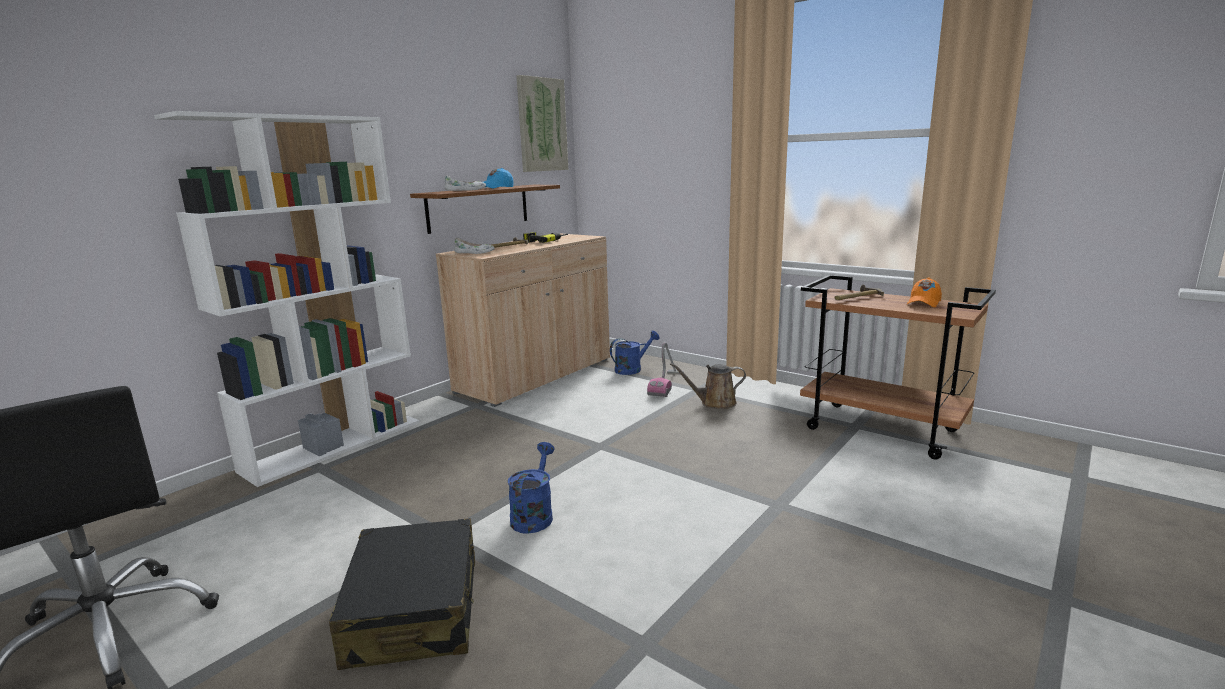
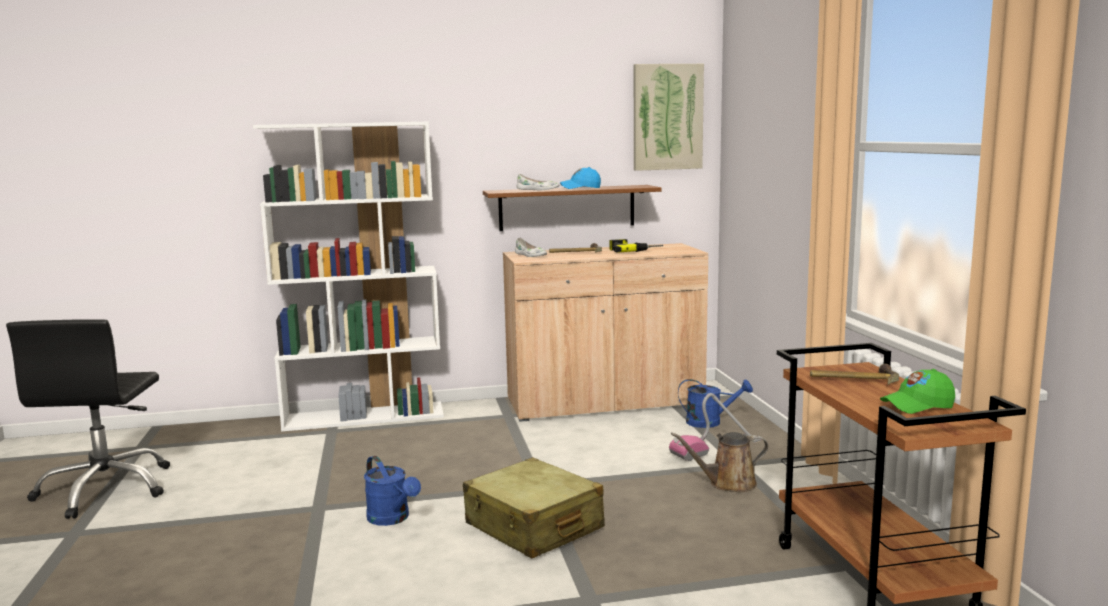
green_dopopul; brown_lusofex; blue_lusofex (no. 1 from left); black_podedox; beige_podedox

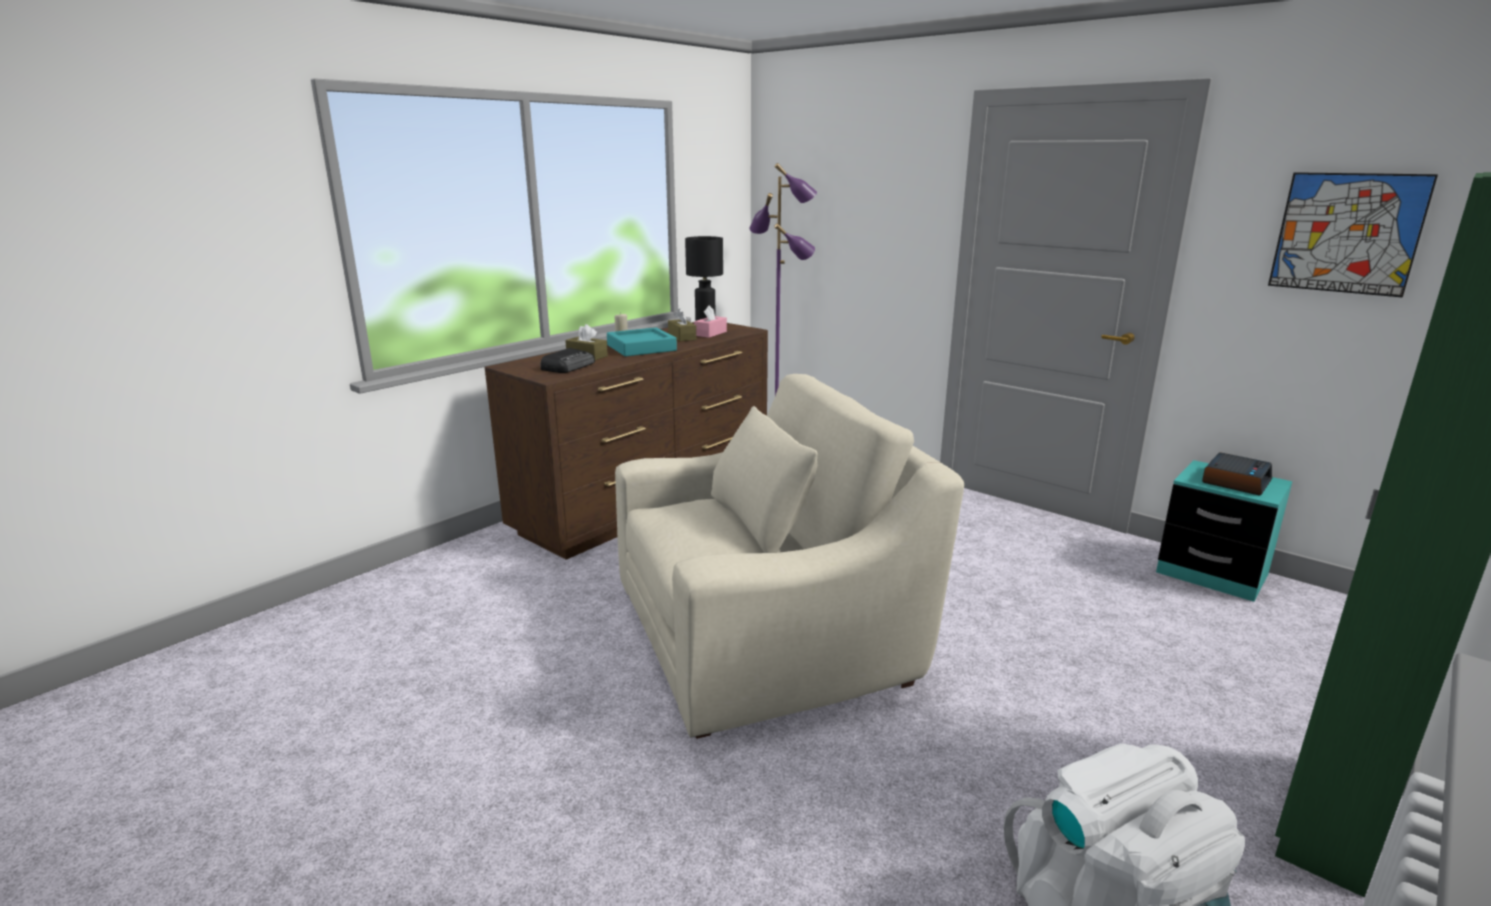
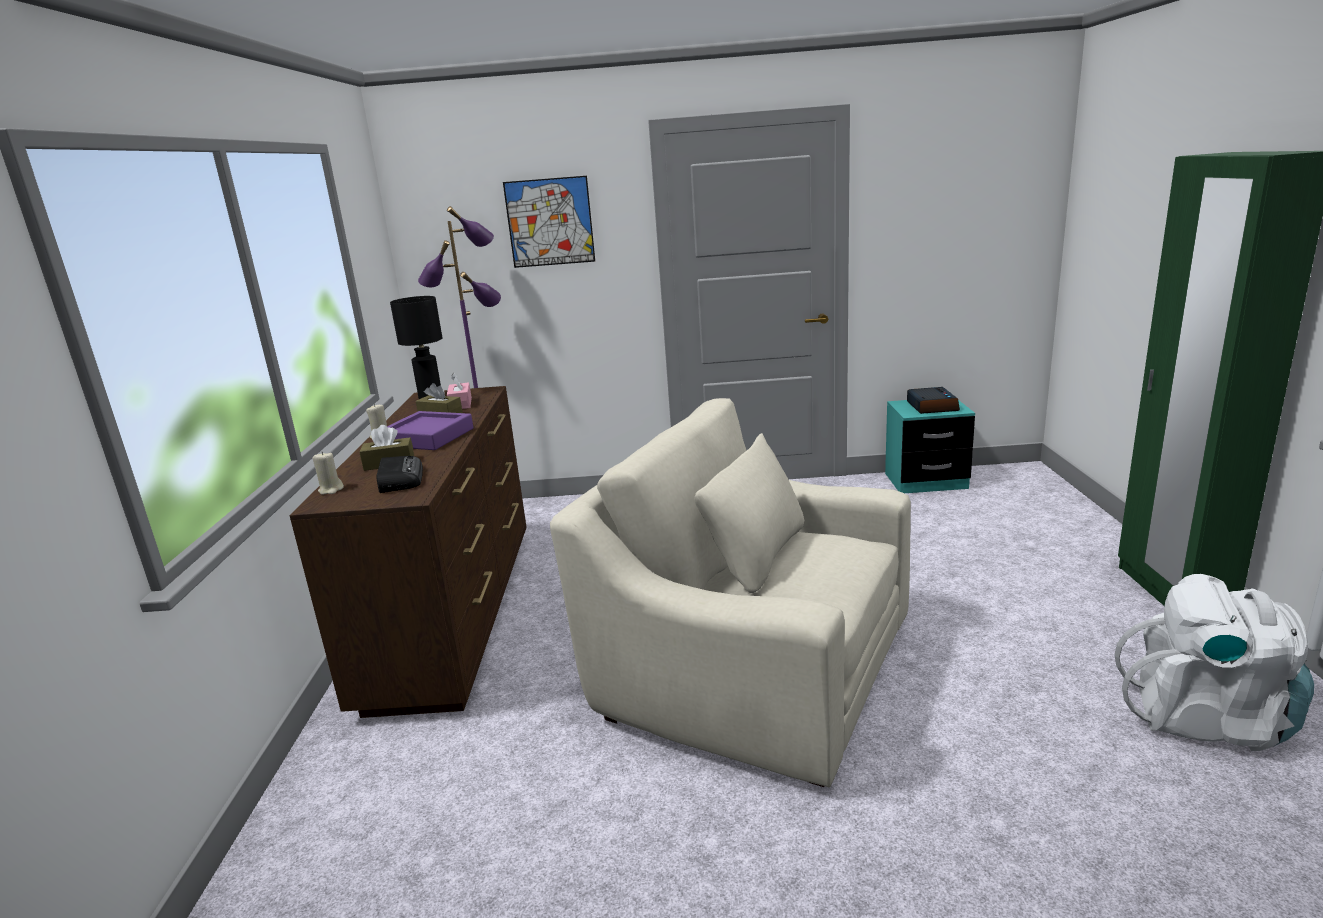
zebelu; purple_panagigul; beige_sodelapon; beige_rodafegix (no. 1 from left)

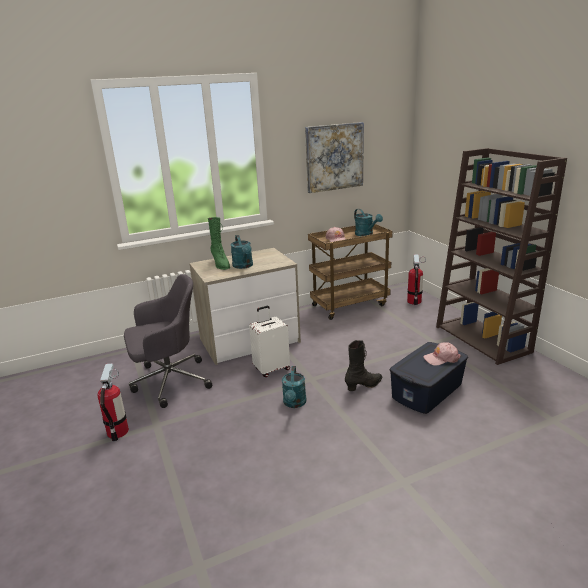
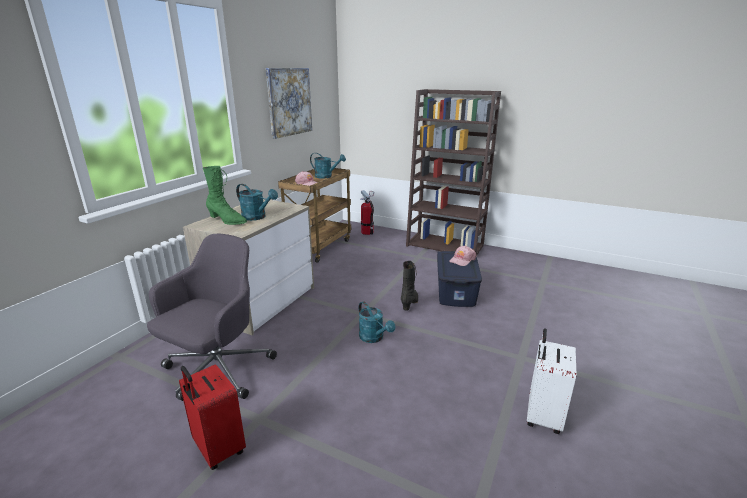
white_podedox; red_podedox

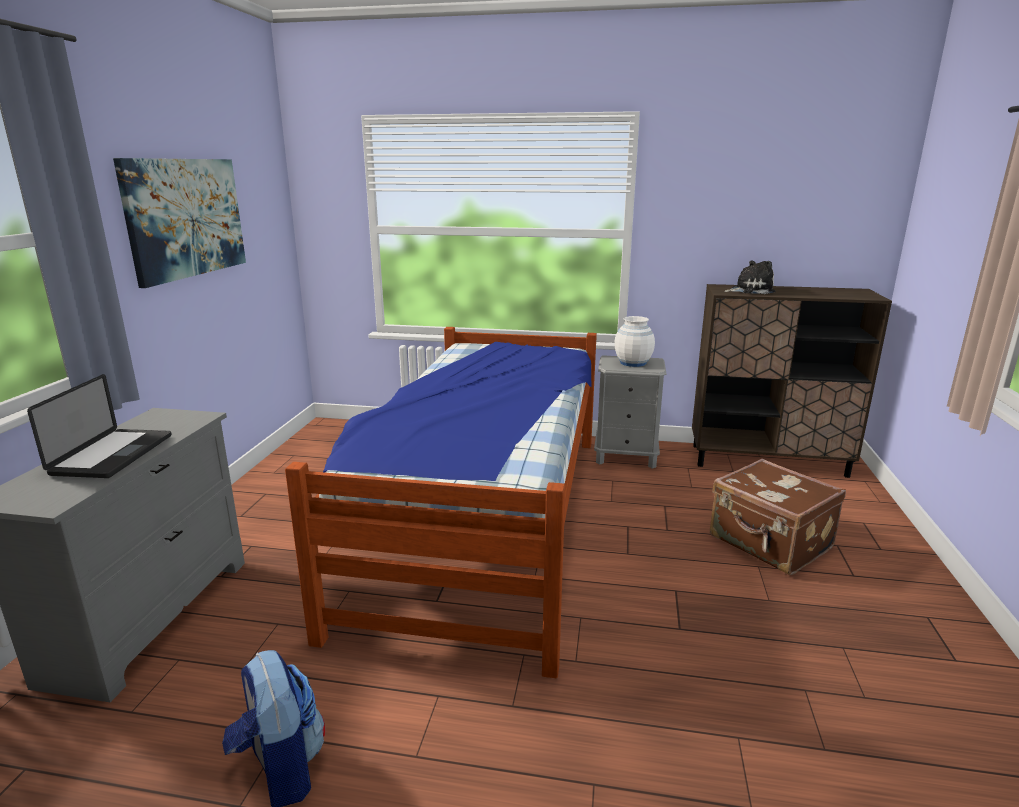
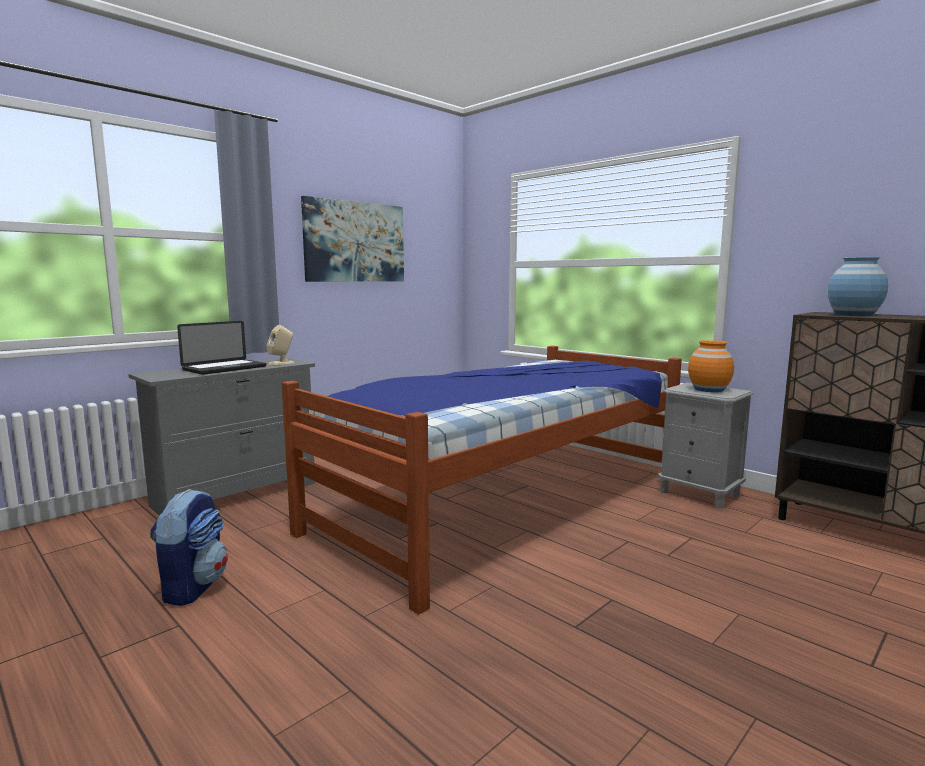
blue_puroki; orange_puroki; brown_podedox; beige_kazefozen

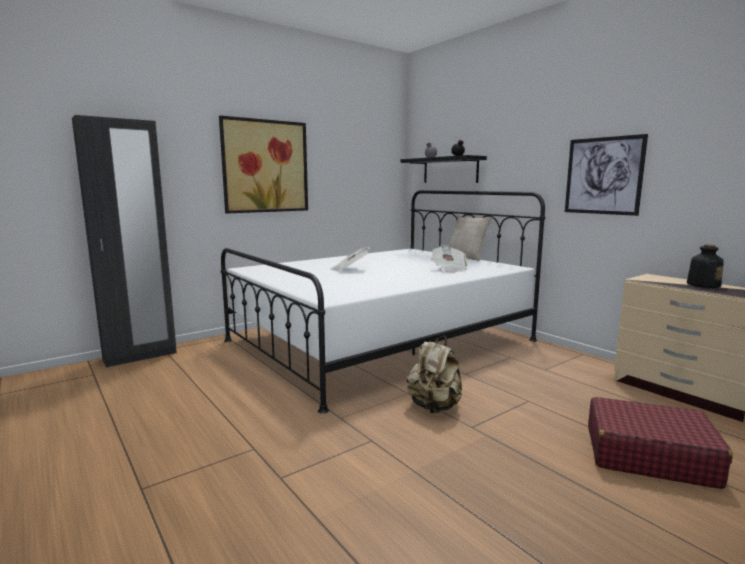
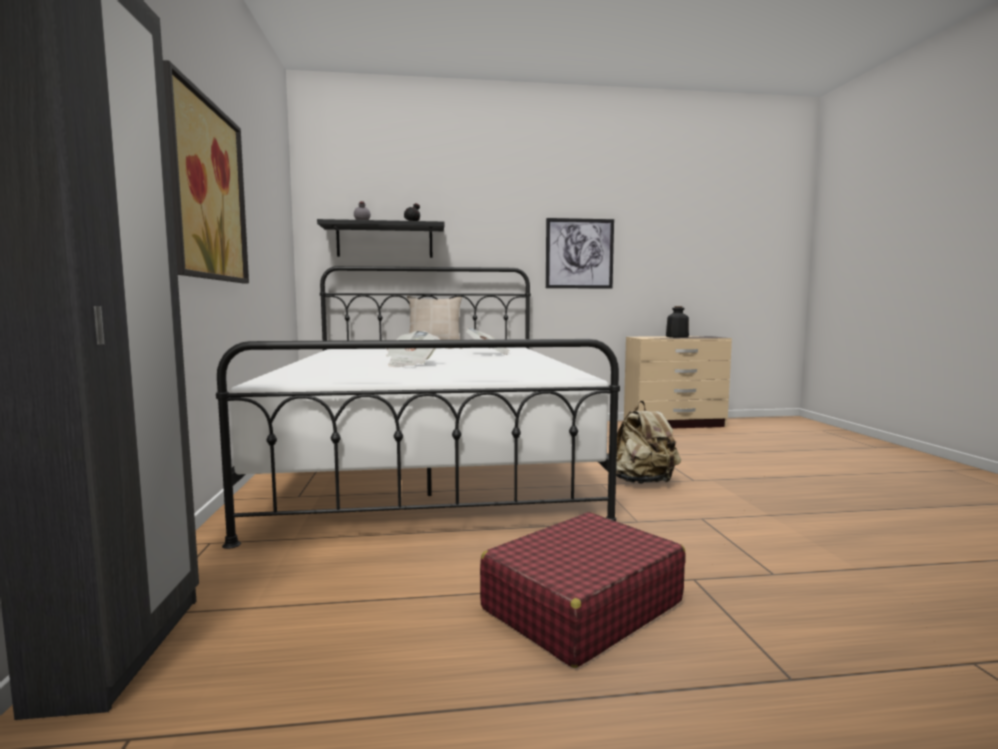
red_podedox

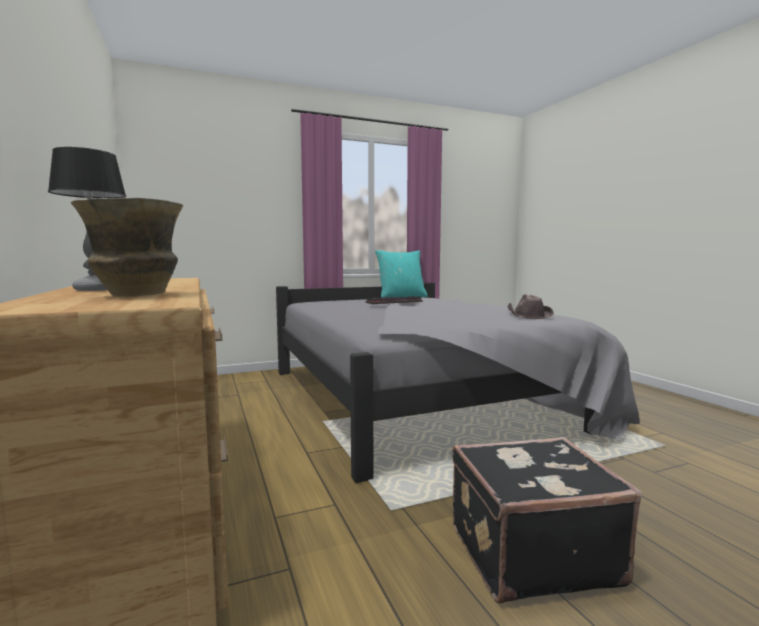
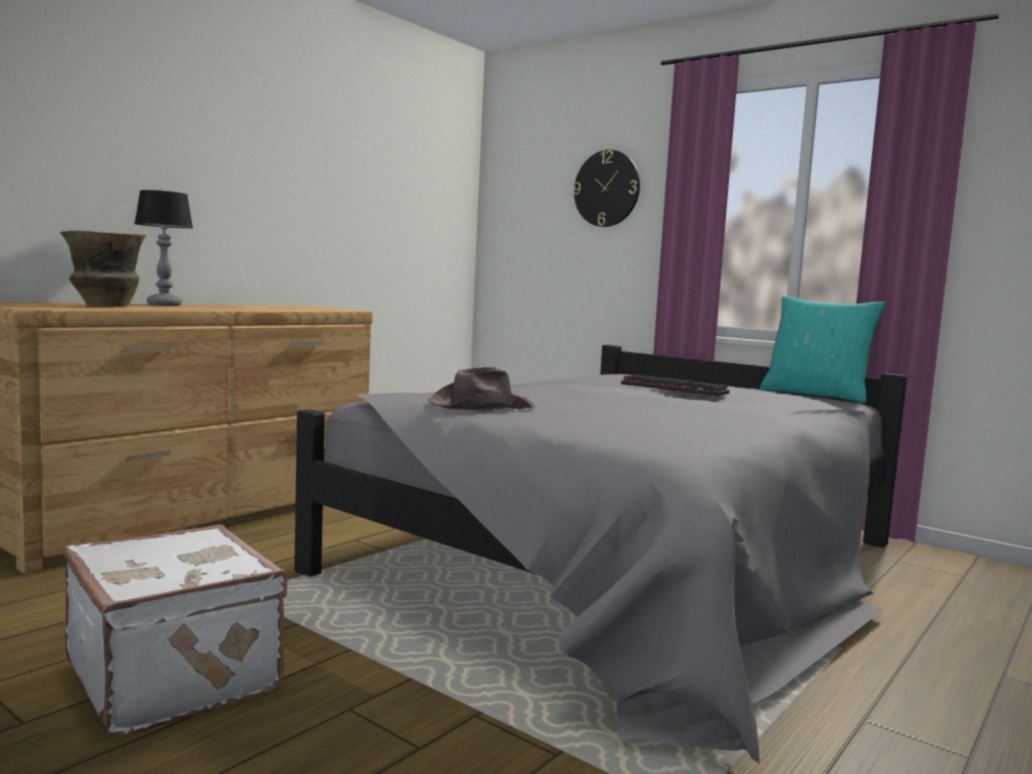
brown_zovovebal; white_podedox; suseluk

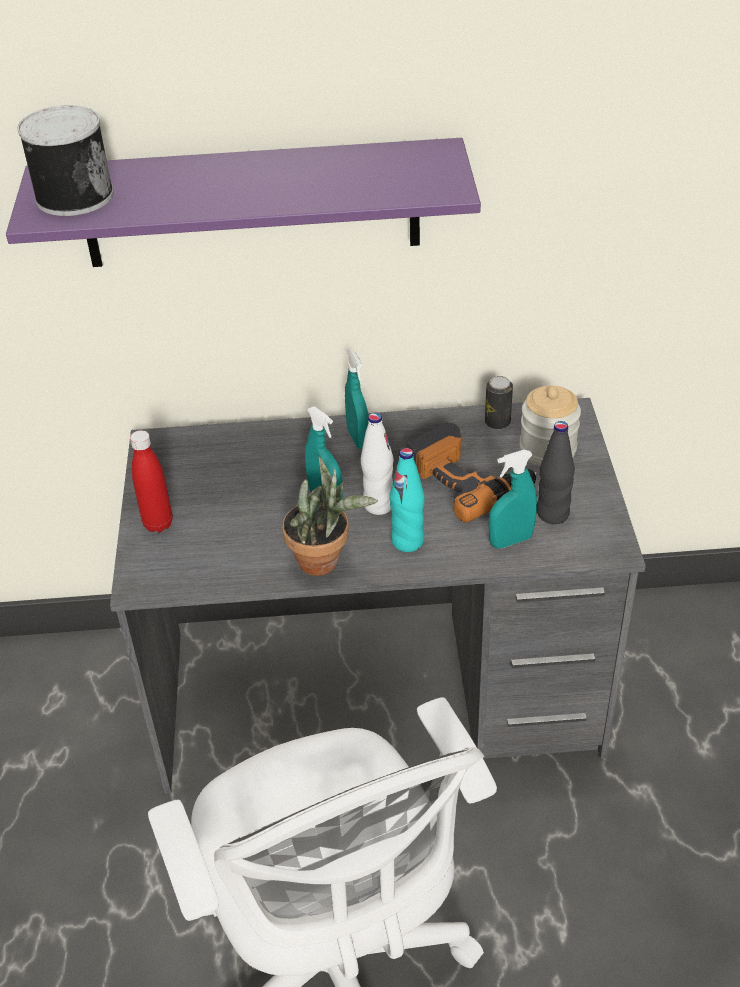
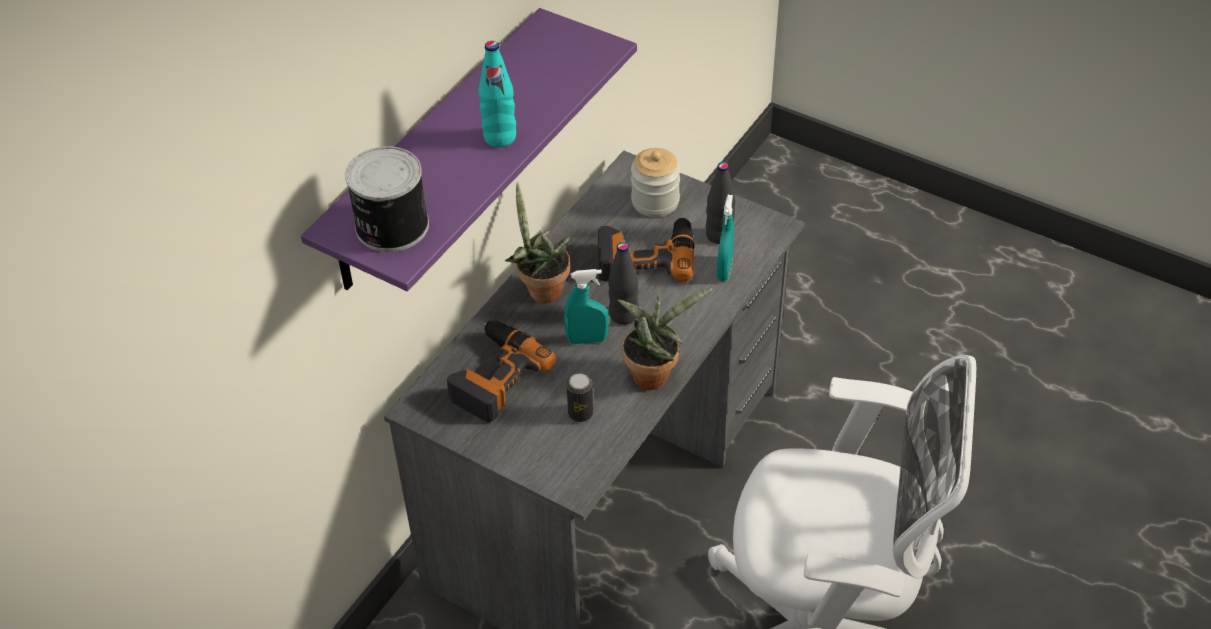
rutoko (no. 1 from left); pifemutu (no. 2 from left); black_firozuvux (no. 1 from left); red_firozuvux; turquoise_firozuvux; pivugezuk (no. 1 from left)

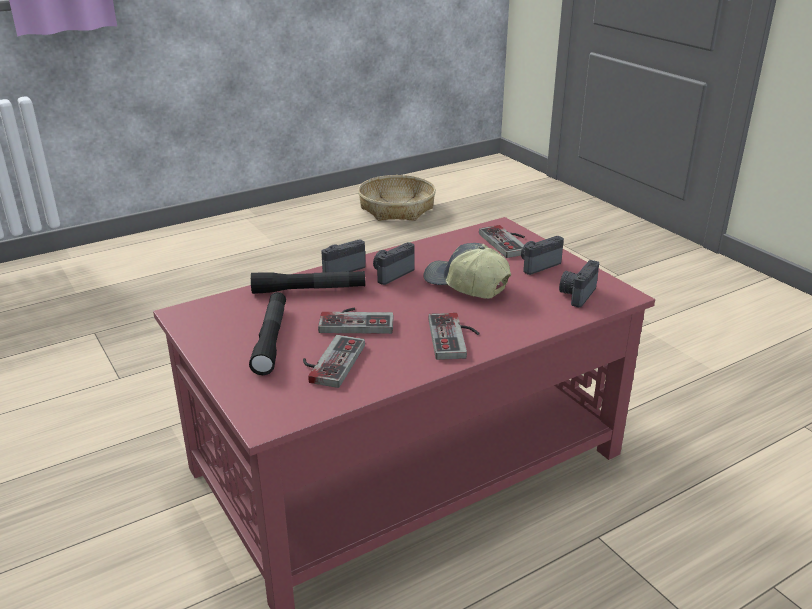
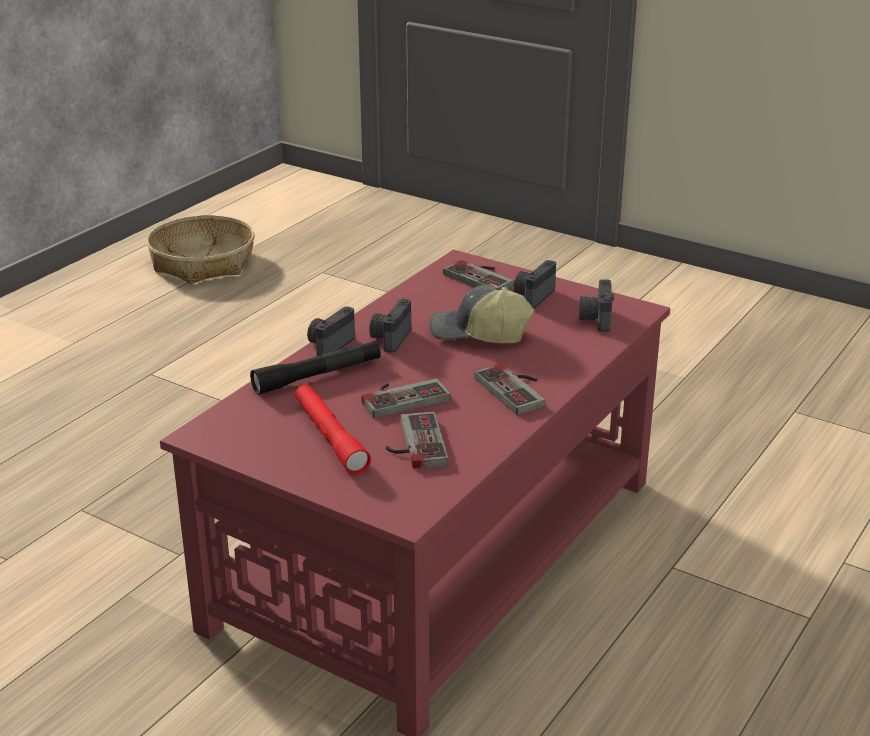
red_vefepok

